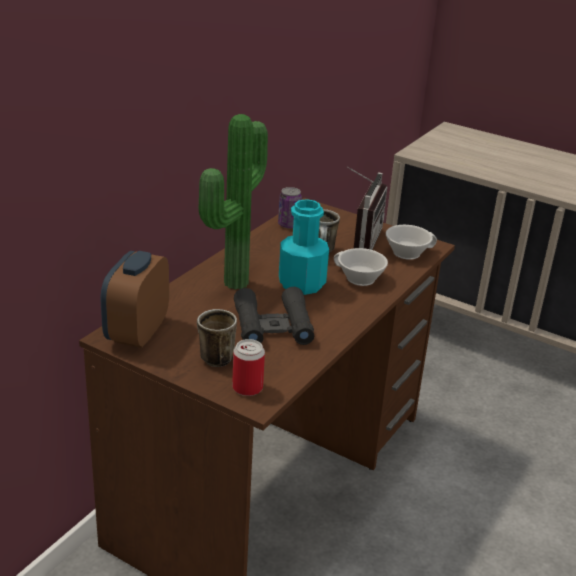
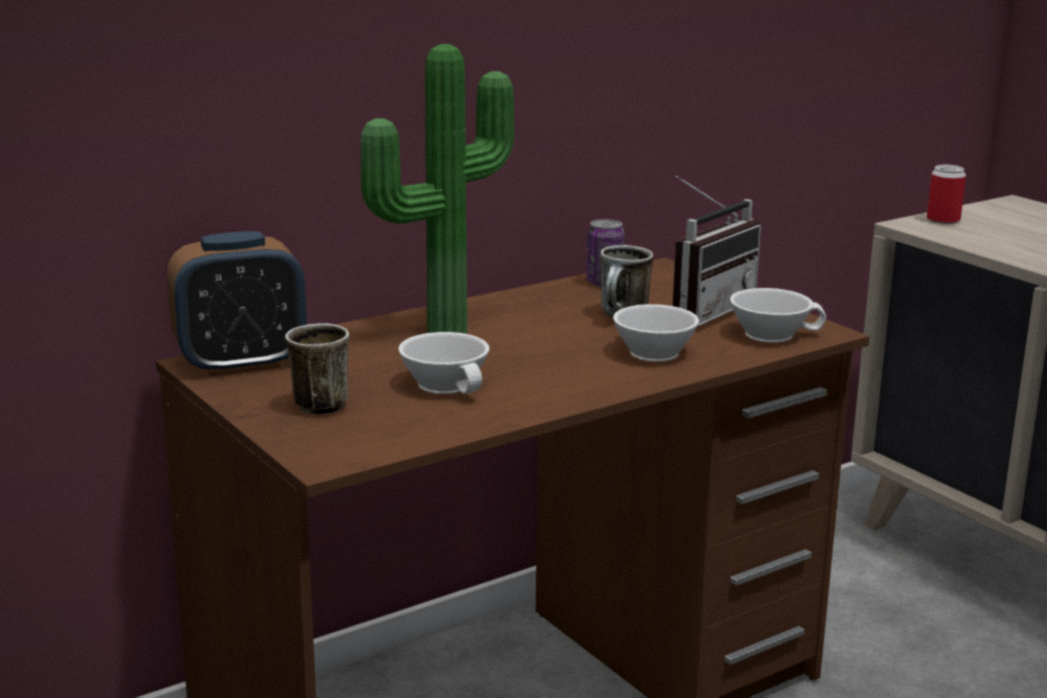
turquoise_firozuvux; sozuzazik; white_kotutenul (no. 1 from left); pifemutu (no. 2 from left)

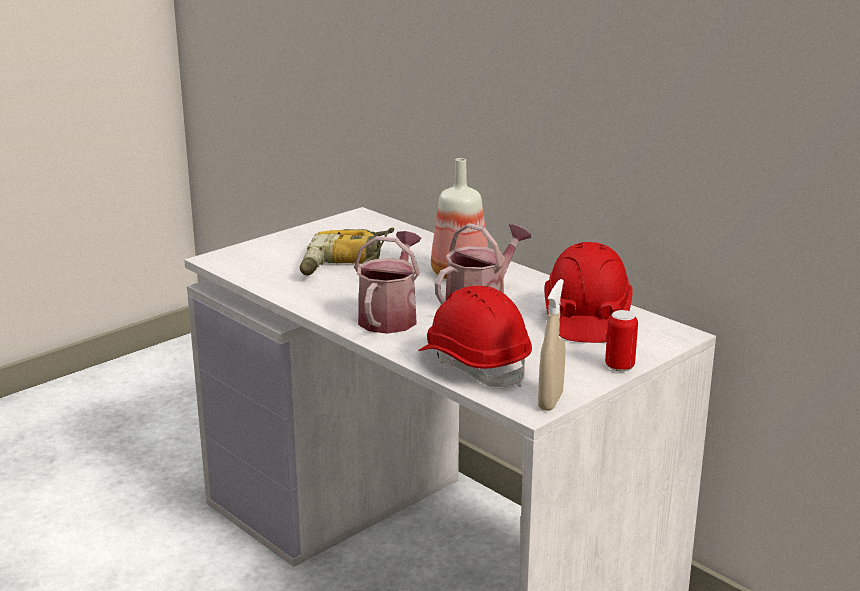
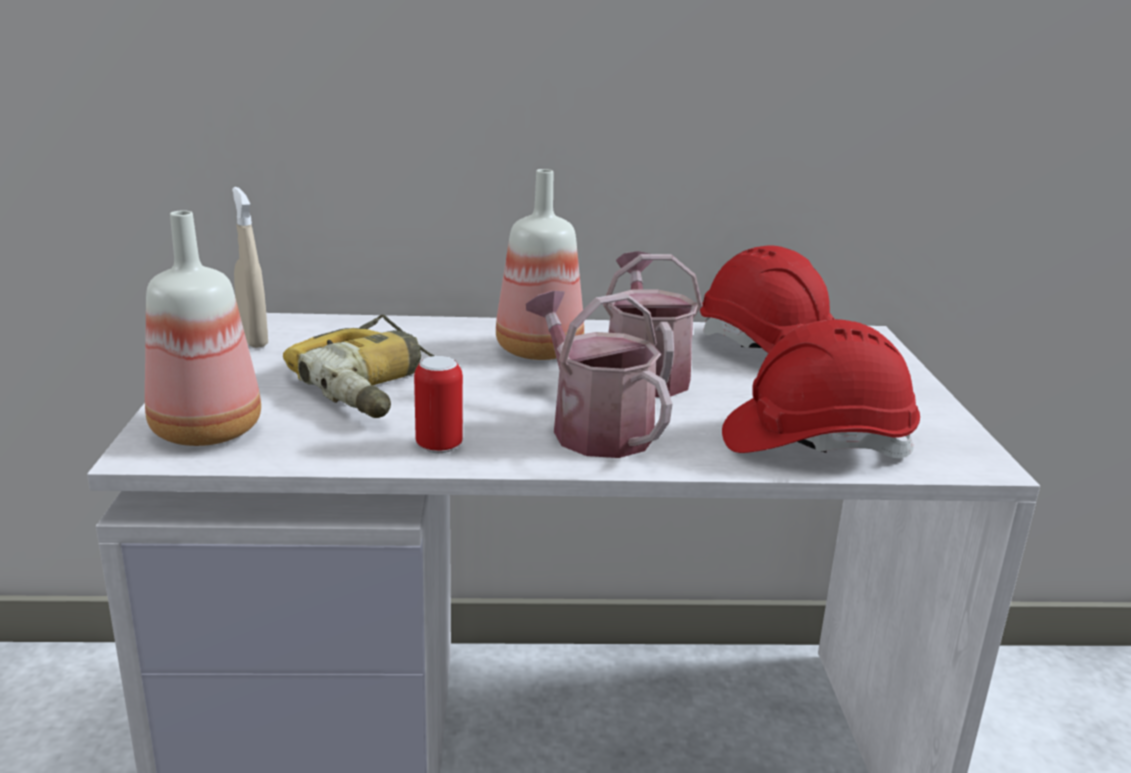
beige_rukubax; pifemutu; firozuvux (no. 1 from left)

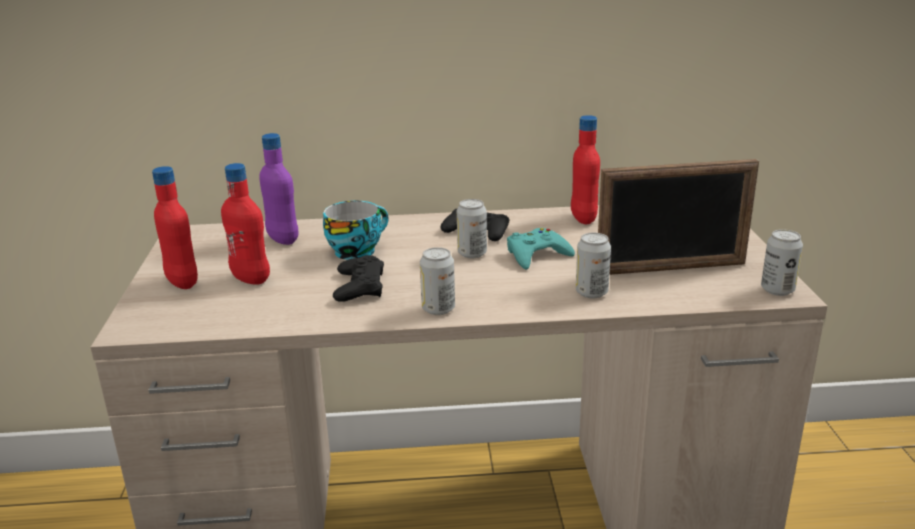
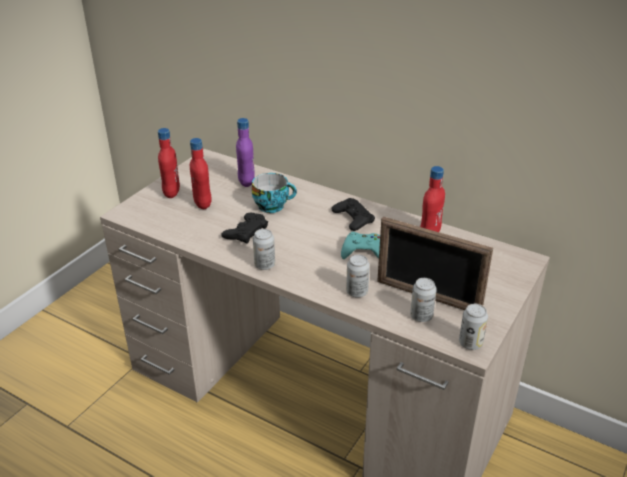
pifemutu (no. 3 from left)

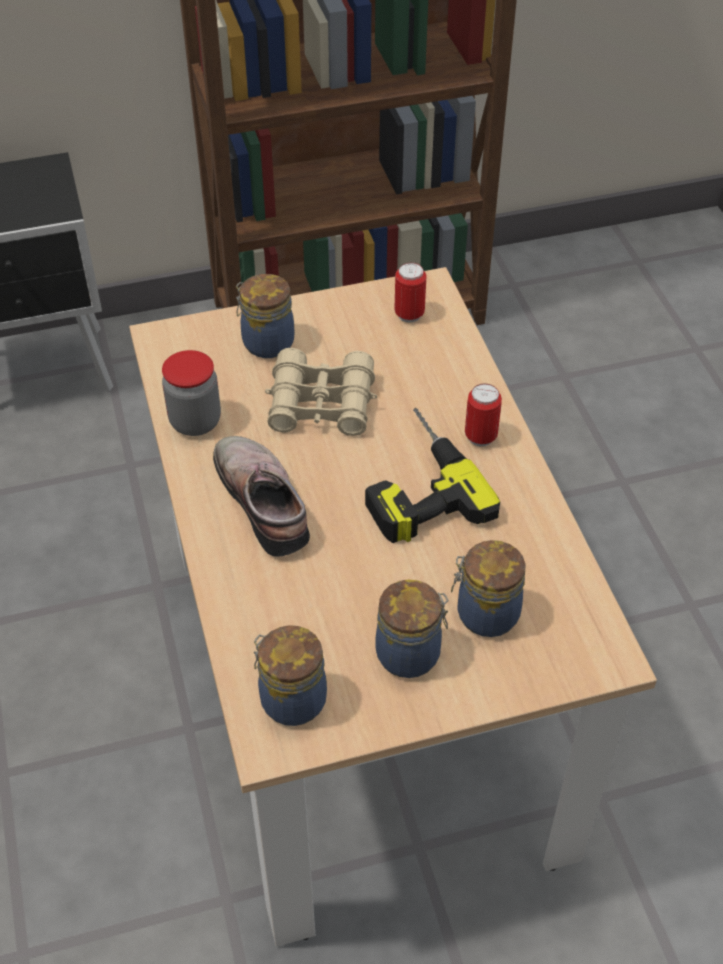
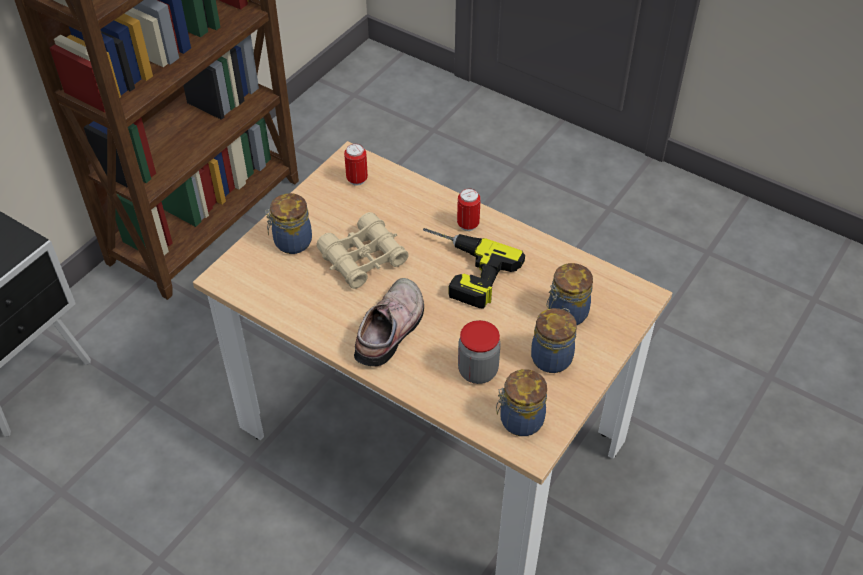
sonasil (no. 2 from left); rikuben

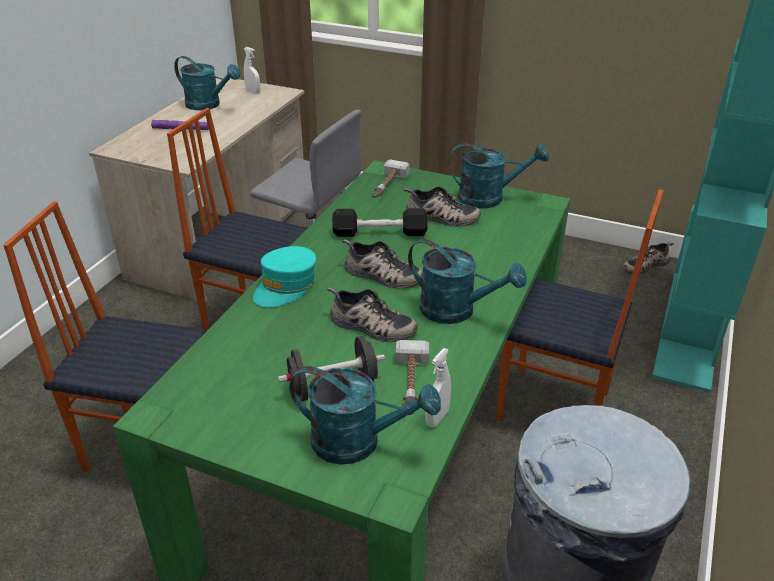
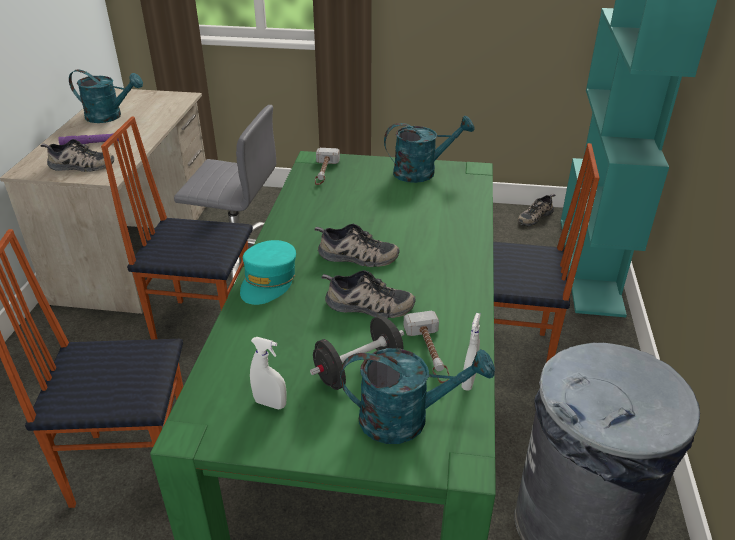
white_rukubax (no. 1 from left); rikuben (no. 1 from left); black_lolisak (no. 2 from left in the first image); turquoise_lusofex (no. 3 from left in the first image)

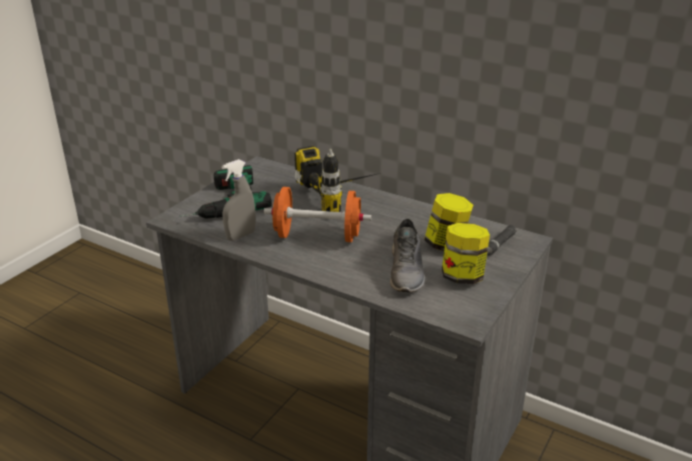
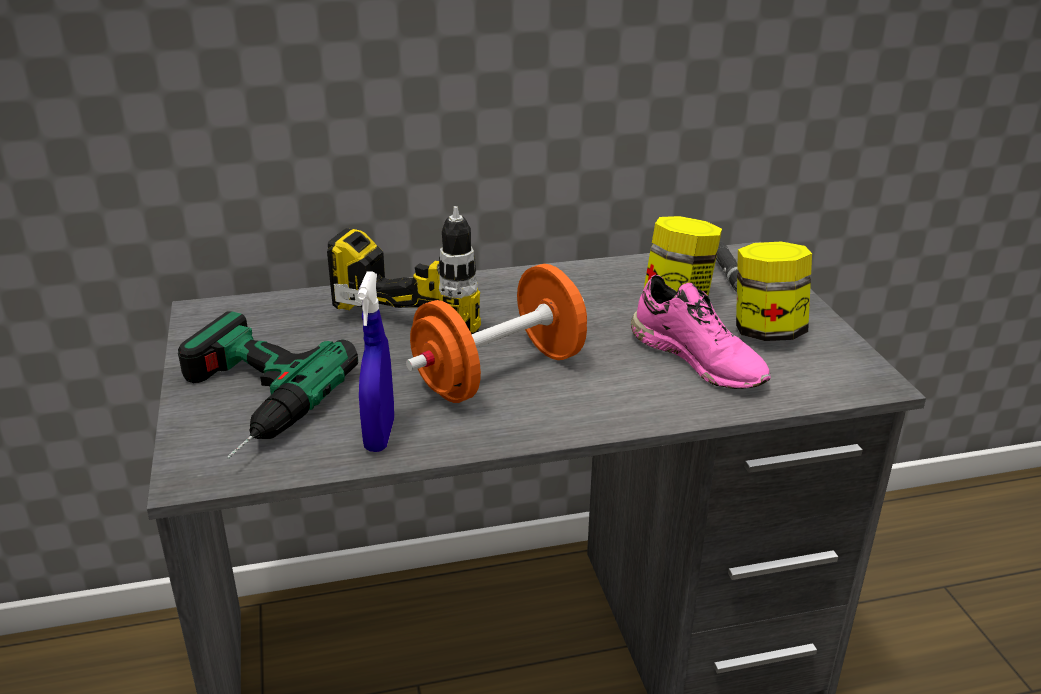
blue_rukubax; pink_rikuben

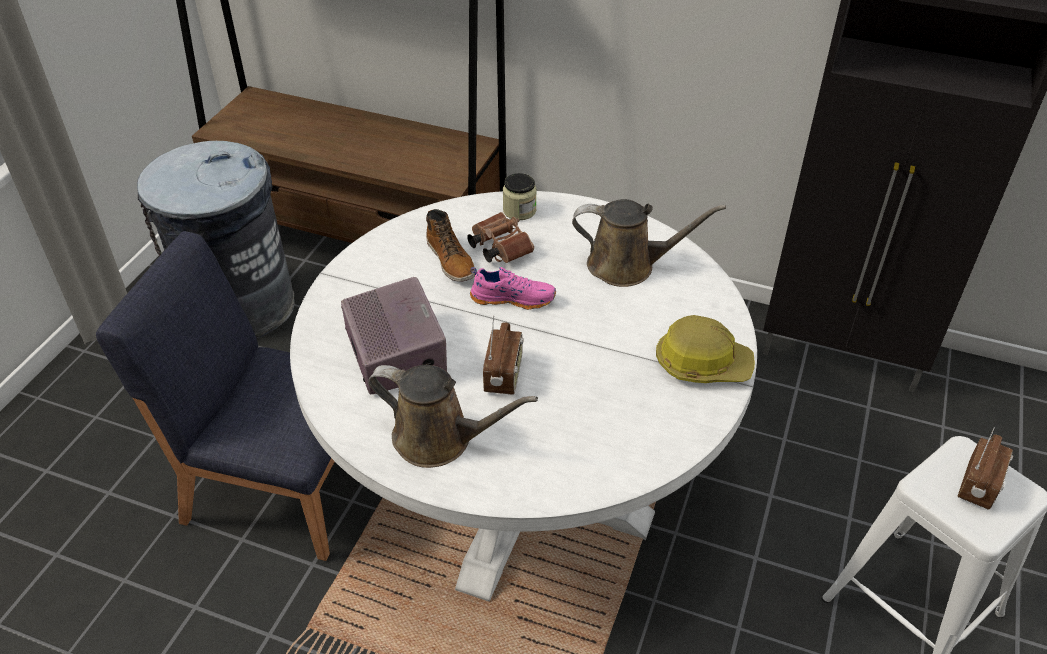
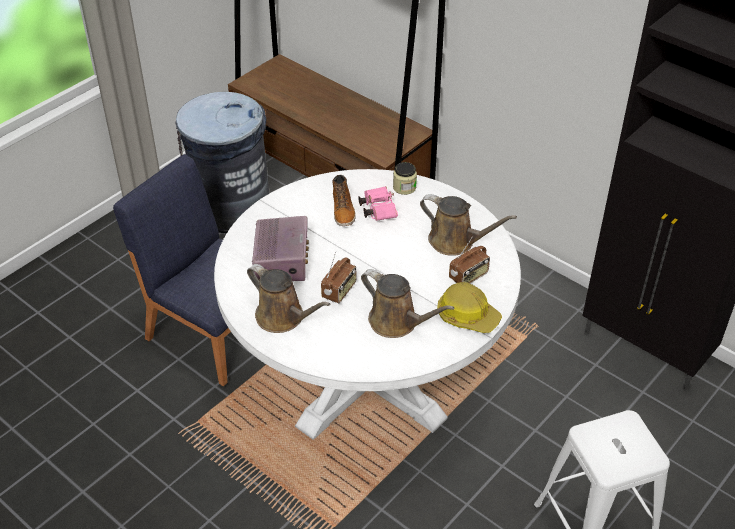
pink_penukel; pink_rikuben; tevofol (no. 3 from left); brown_lusofex (no. 2 from left)

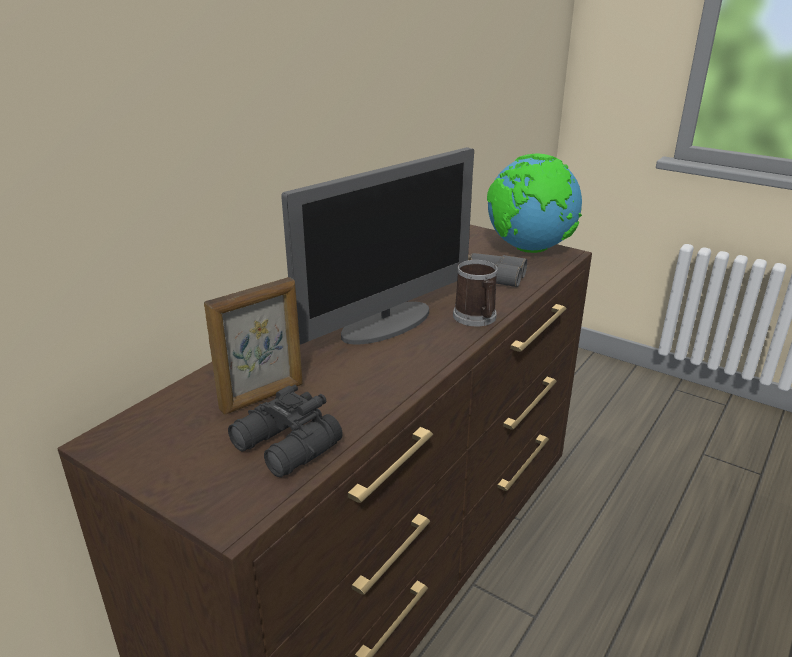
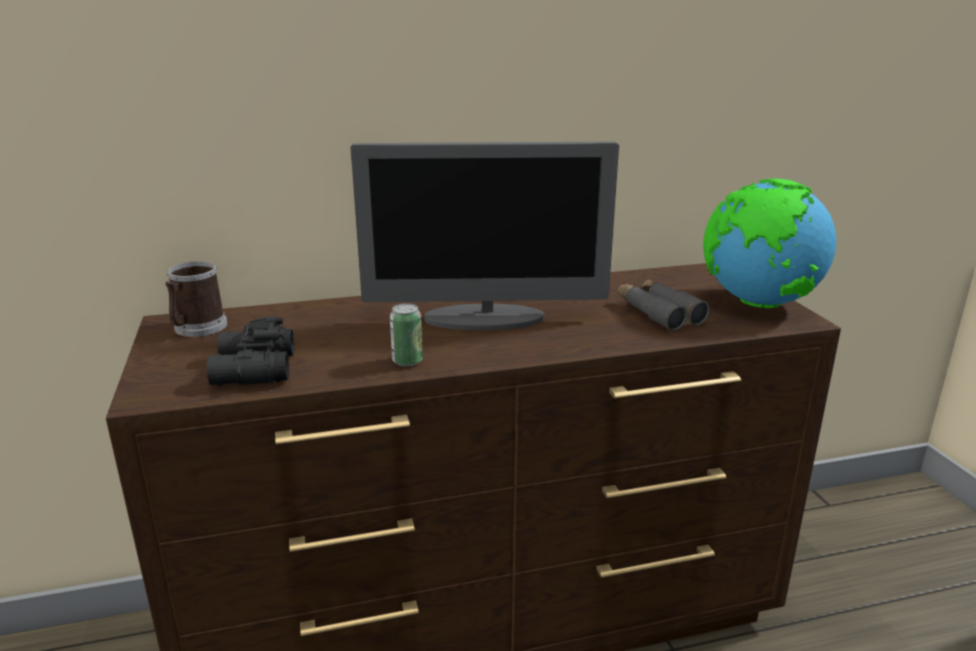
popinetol; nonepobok; pifemutu

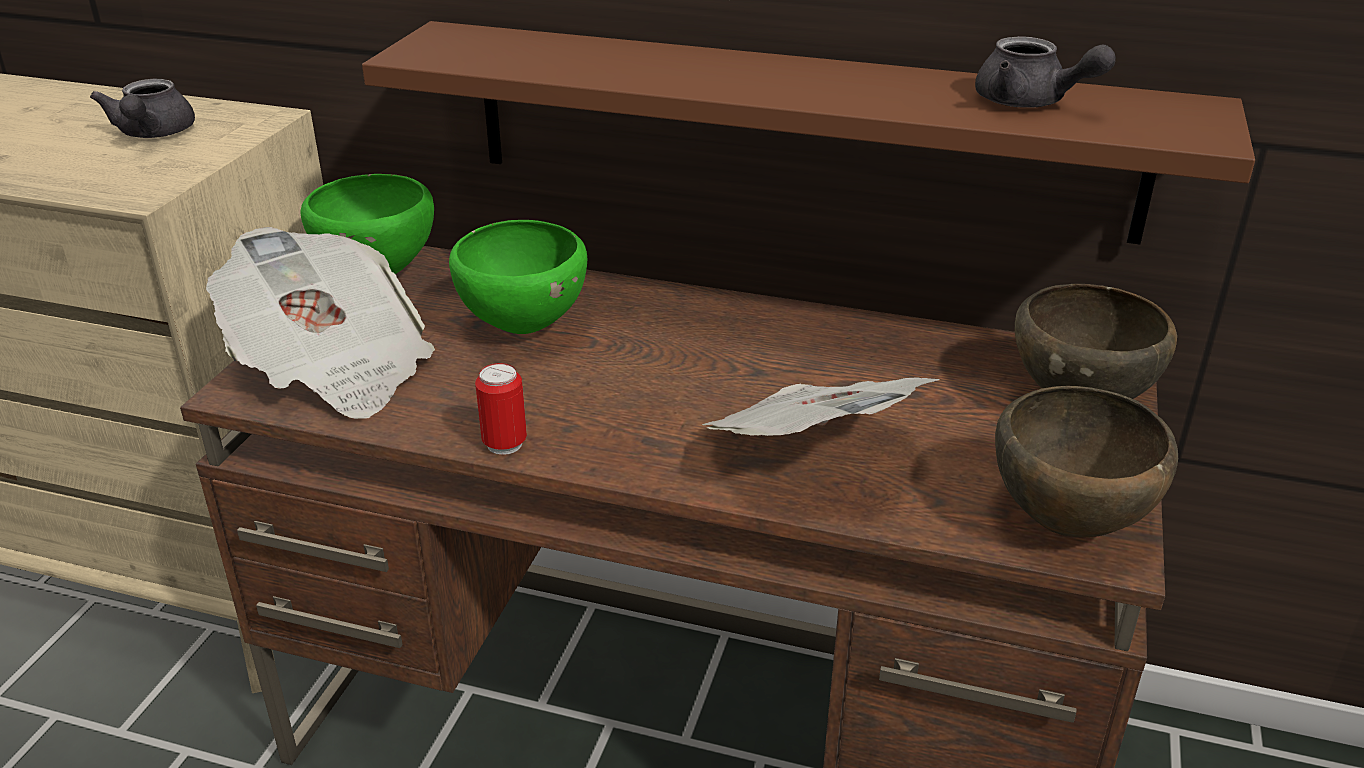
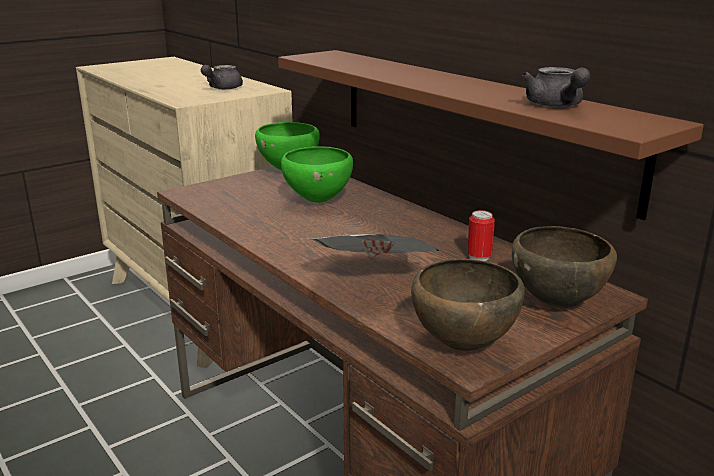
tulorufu (no. 1 from left in the first image); pifemutu

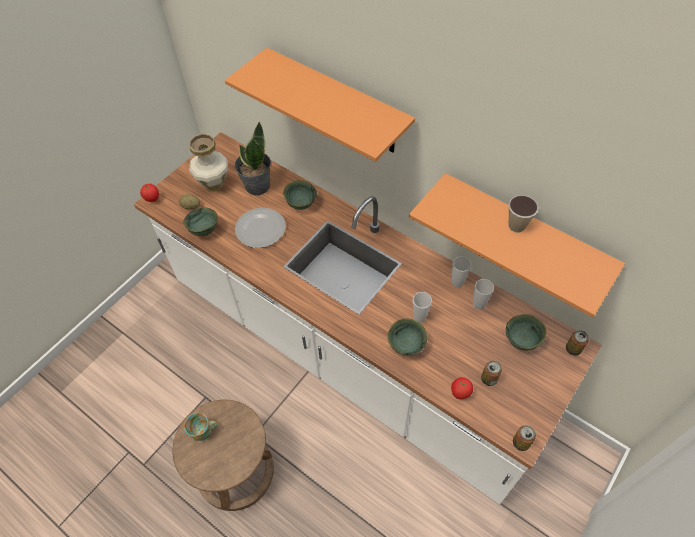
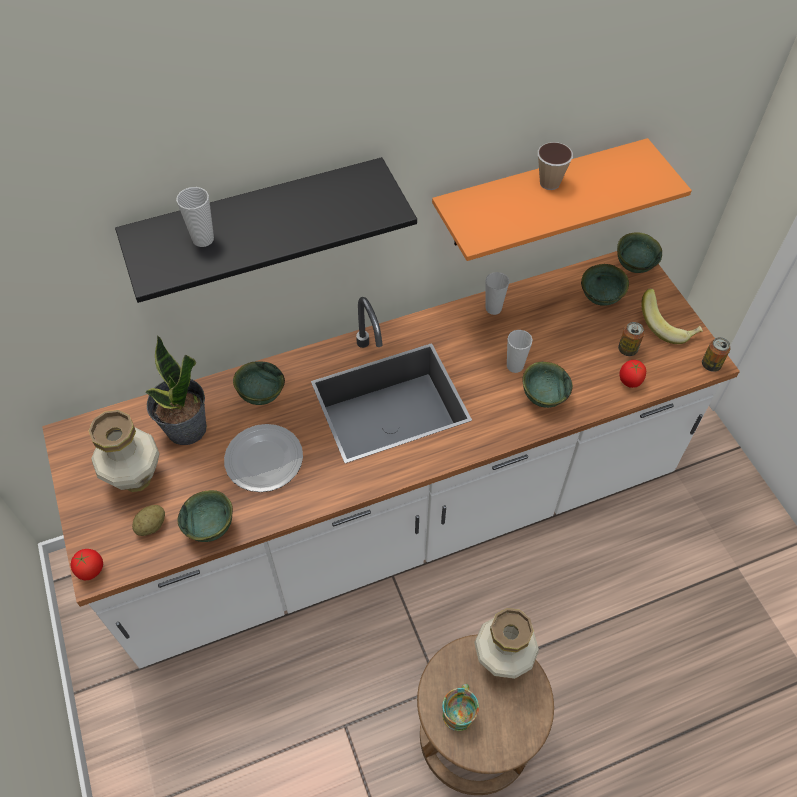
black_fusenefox; kotutenul (no. 1 from left); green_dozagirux (no. 5 from left); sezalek; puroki (no. 2 from left)

